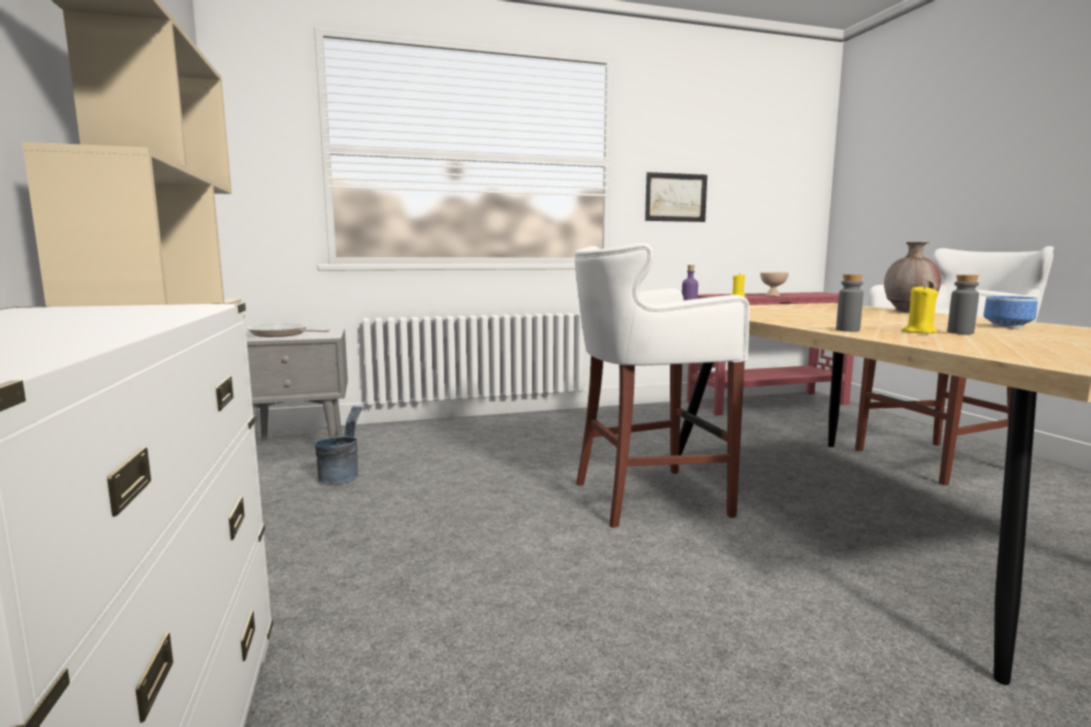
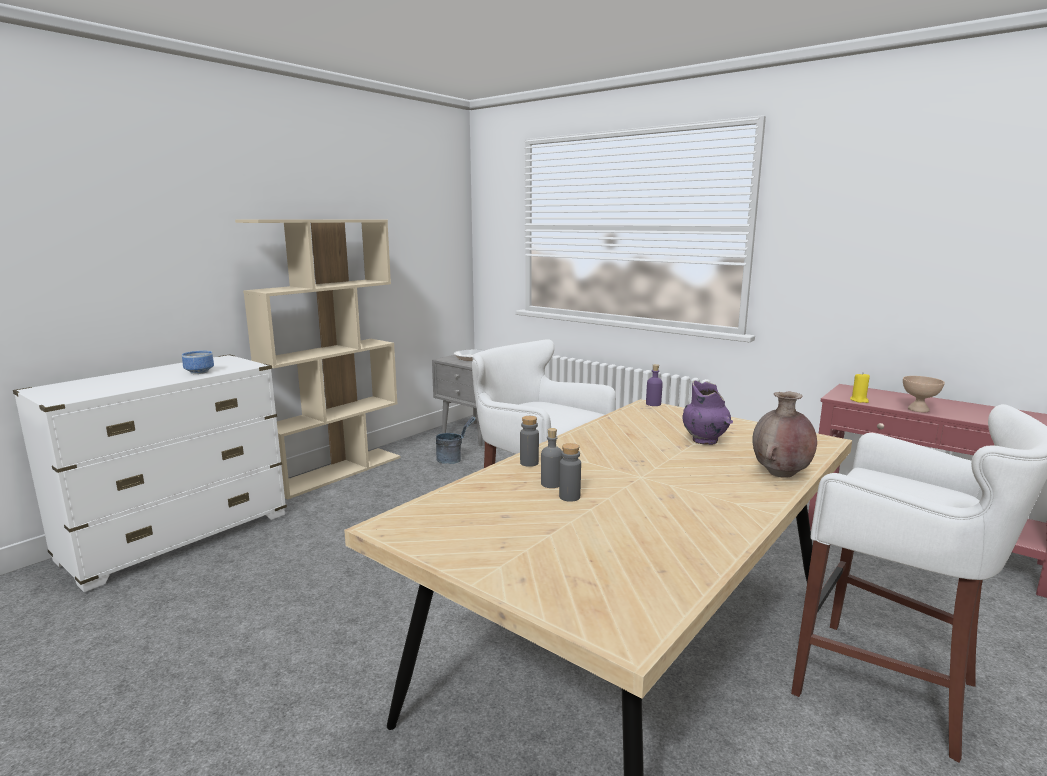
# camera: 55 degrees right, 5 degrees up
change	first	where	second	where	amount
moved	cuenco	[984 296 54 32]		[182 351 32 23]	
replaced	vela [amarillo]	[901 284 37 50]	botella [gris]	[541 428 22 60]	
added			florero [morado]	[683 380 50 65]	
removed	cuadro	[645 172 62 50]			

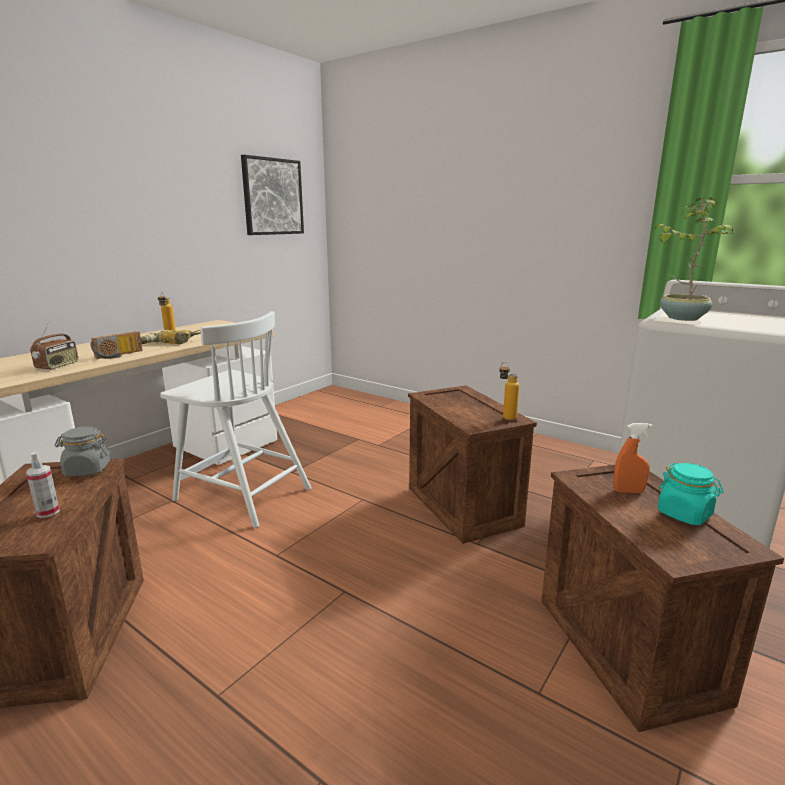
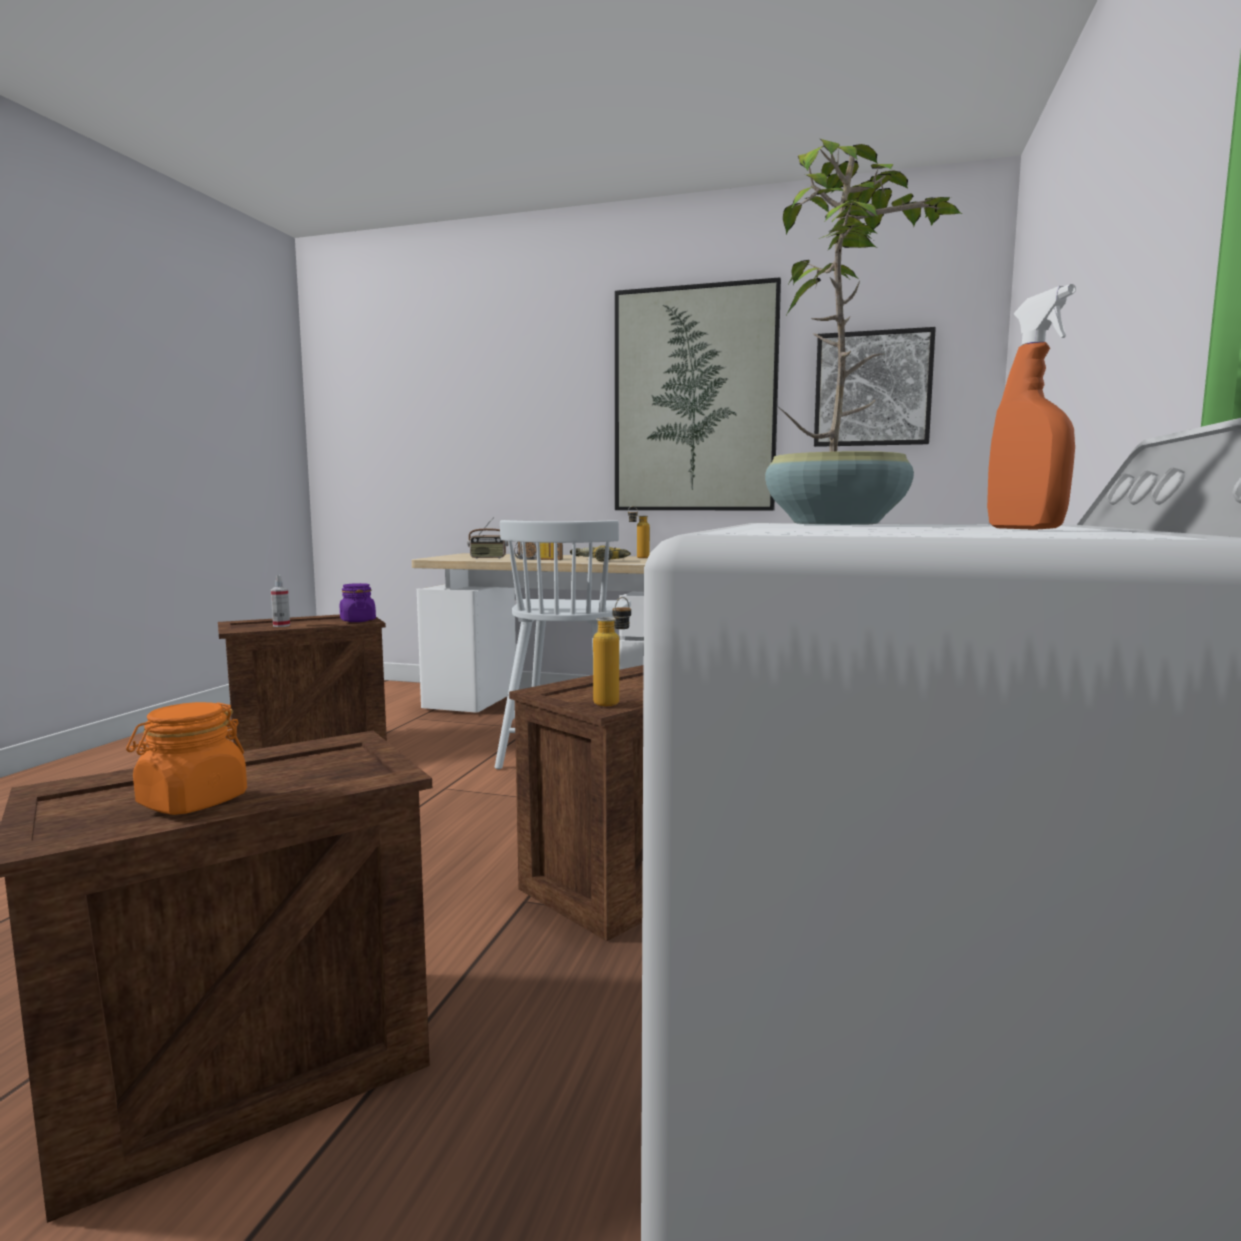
# camera: 70 degrees right, 10 degrees down
change	first	where	second	where	amount
recoloured	tarro [turquesa]	[658 463 65 62]	tarro [naranja]	[126 702 121 113]	
recoloured	tarro [gris]	[55 426 55 50]	tarro [morado]	[340 583 36 39]	
added			cuadro	[615 277 166 233]	
moved	pulverizador [naranja]	[613 423 40 70]		[987 284 89 246]	

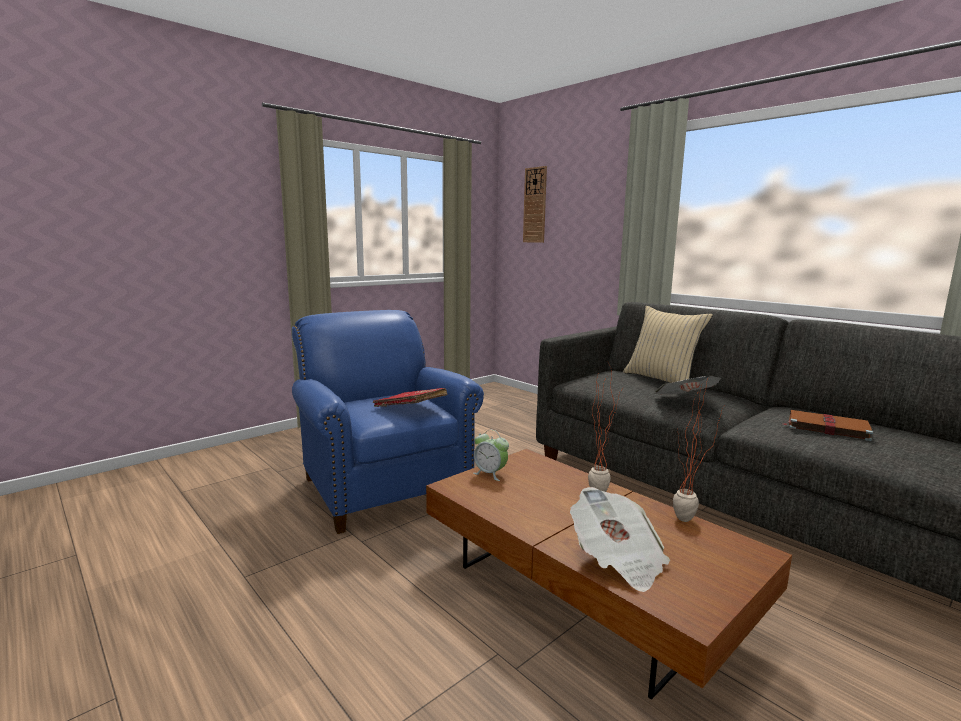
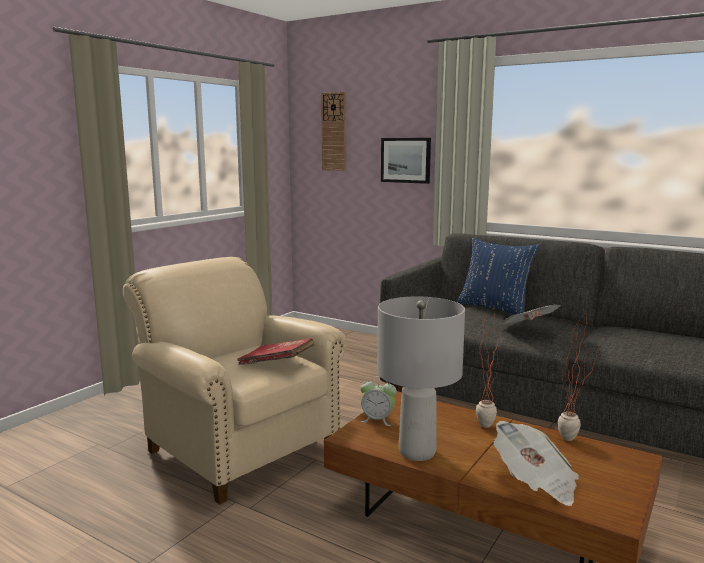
# camera: 15 degrees left, 0 degrees up
change	first	where	second	where	amount
recoloured	sillón [azul]	[292 310 192 224]	sillón [beis]	[123 257 224 248]	
added			lámpara de mesa [gris]	[377 297 88 164]	
added			cuadro	[381 138 50 46]	
recoloured	cojín [beis]	[623 306 90 77]	cojín [azul]	[456 237 85 78]	
removed	libro [marrón]	[783 410 90 31]			

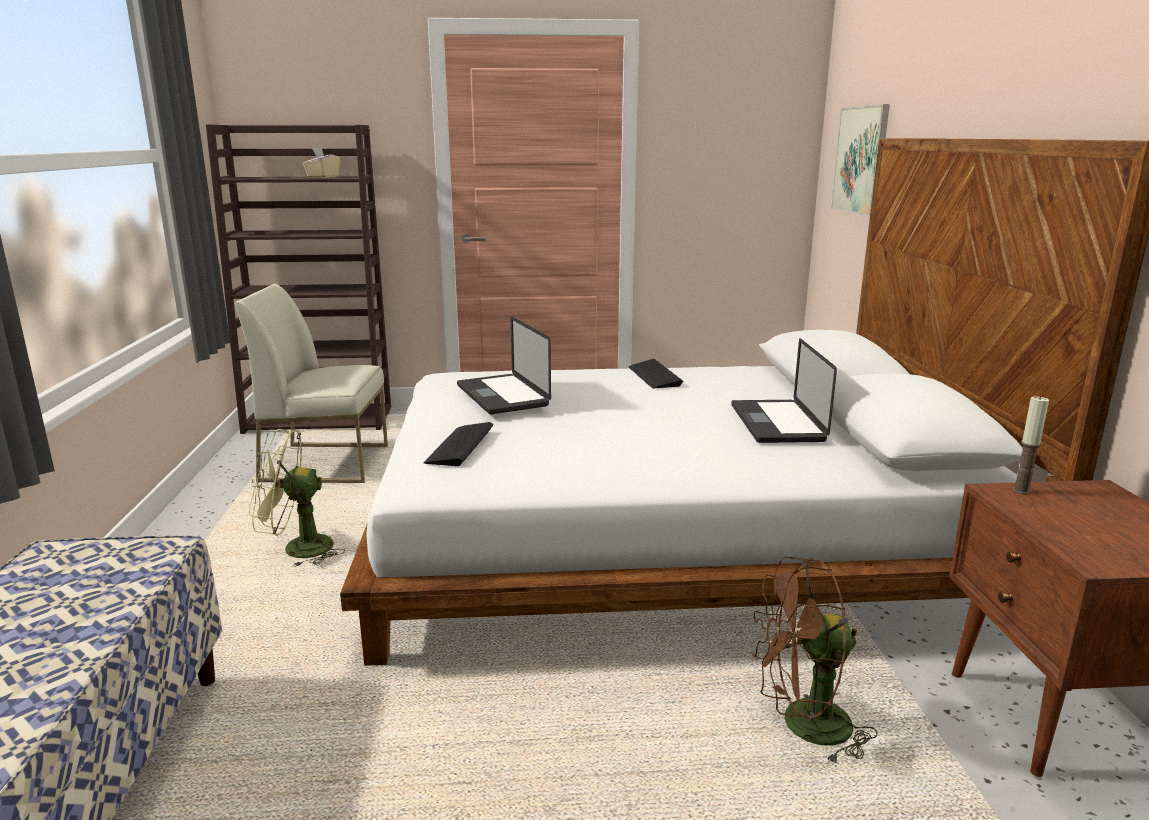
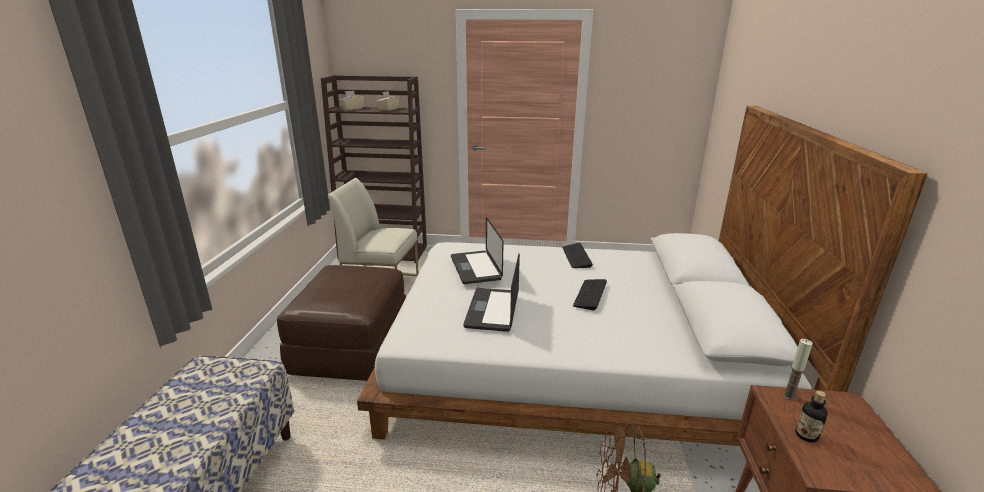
# camera: 10 degrees right, 5 degrees up
change	first	where	second	where	amount
replaced	ventilador [verde]	[249 429 96 138]	puf [marrón]	[277 265 129 116]	
added			caja de pañuelos [beis]	[339 91 25 19]	
moved	portátil	[731 338 106 105]		[463 254 57 78]	
moved	teclado	[423 422 70 44]		[573 279 34 32]	
added			botella	[795 391 33 52]	
removed	cuadro	[831 104 59 113]			

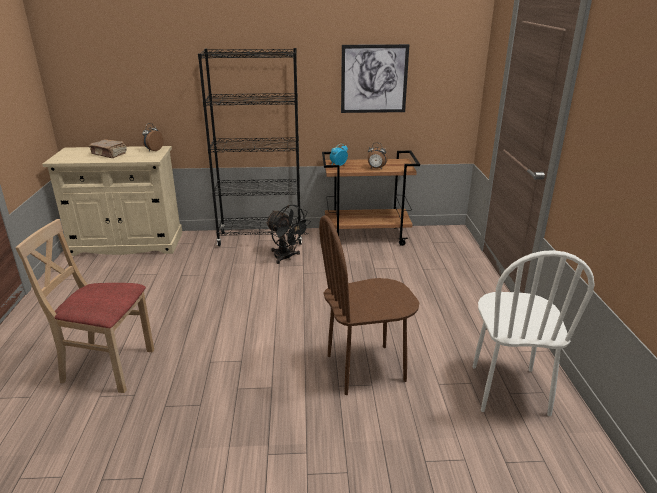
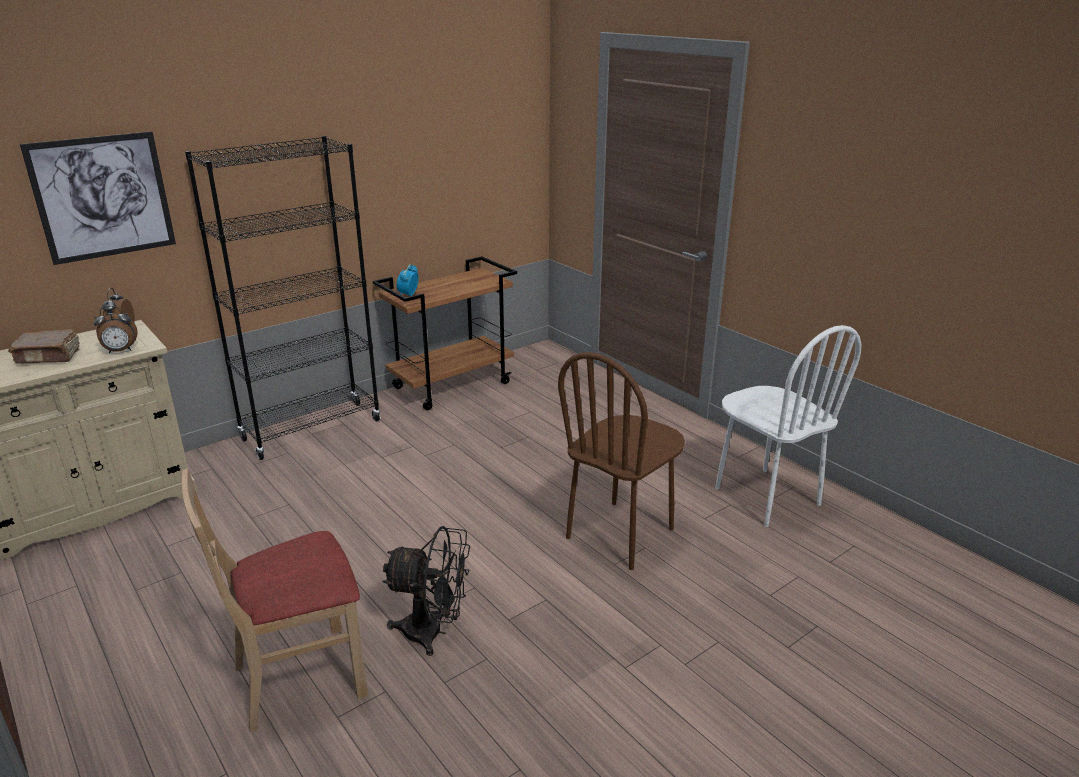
# camera: 35 degrees left, 0 degrees up
change	first	where	second	where	amount
moved	cuadro	[341 44 68 69]		[20 131 156 134]	
moved	despertador	[368 143 20 27]		[94 306 44 47]	
moved	ventilador [negro]	[265 205 46 59]		[382 526 88 130]	

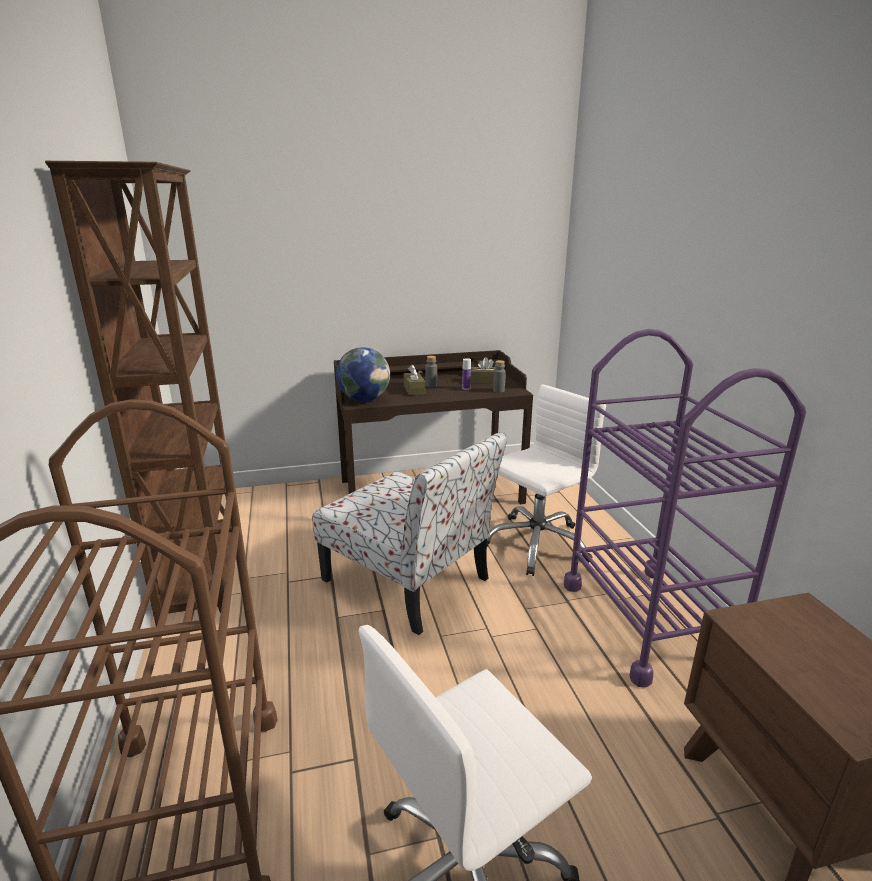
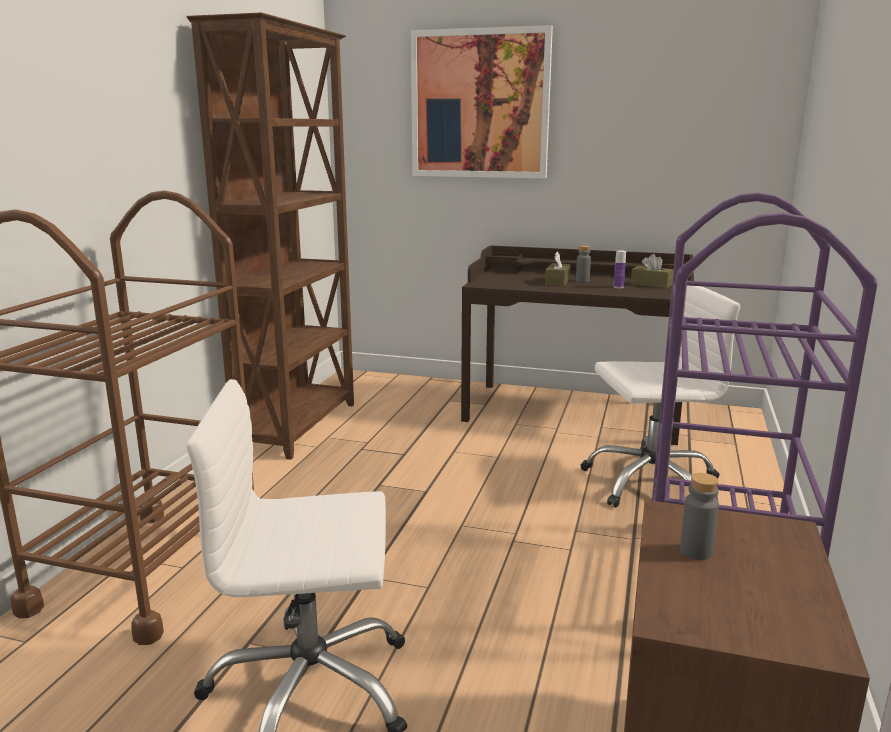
# camera: 30 degrees right, 5 degrees down
change	first	where	second	where	amount
added			cuadro	[411 25 142 153]	
moved	botella [gris]	[493 360 13 33]		[680 473 39 87]	
removed	silla	[312 432 195 203]			
removed	globo terráqueo	[336 347 54 54]			

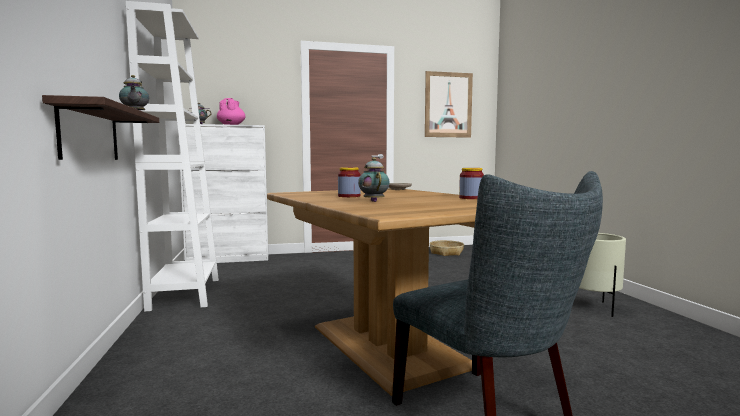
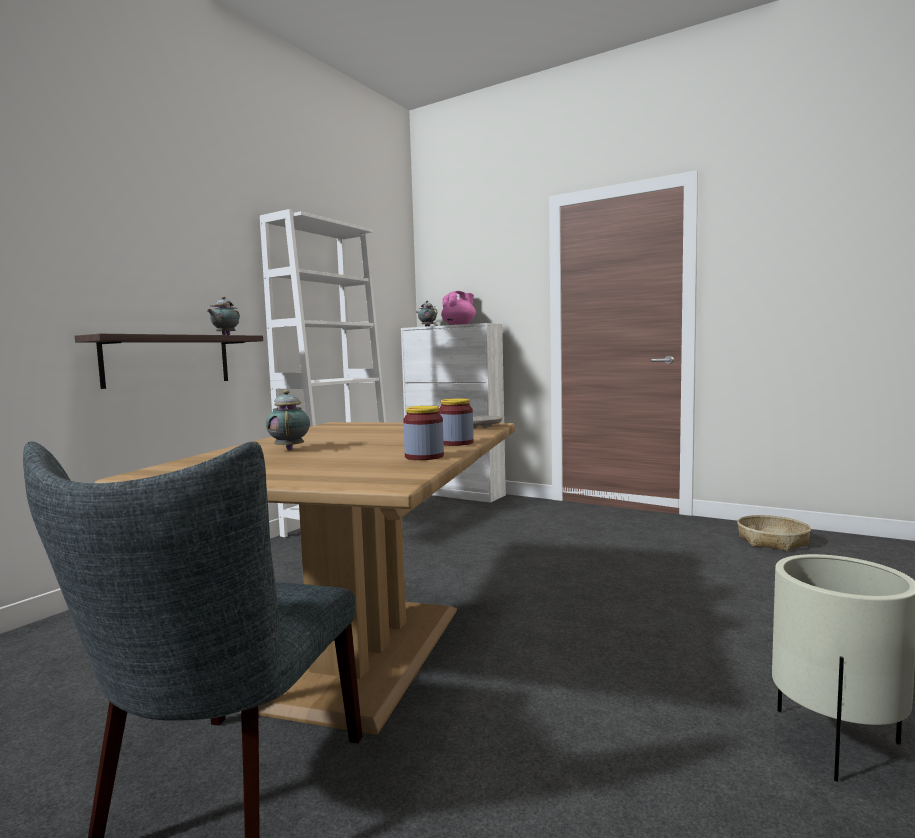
# camera: 45 degrees right, 0 degrees up
change	first	where	second	where	amount
turned	tetera	[358 158 32 44]		[266 390 44 60]	45 degrees counterclockwise
moved	tarro	[338 167 23 30]		[439 398 35 48]	
removed	cuadro	[425 71 48 67]			

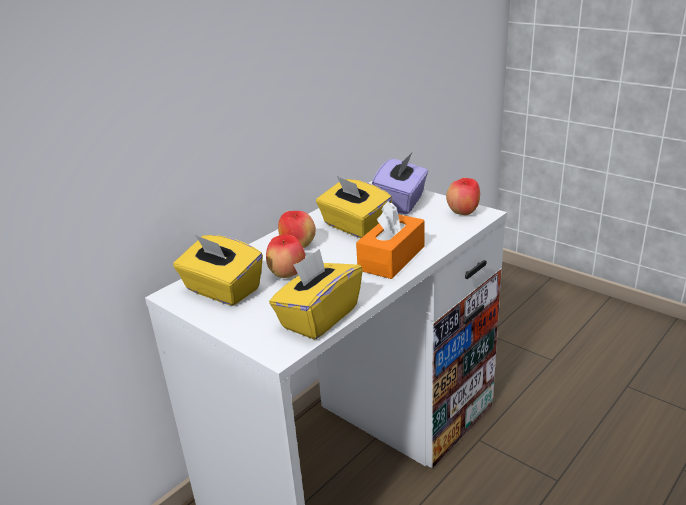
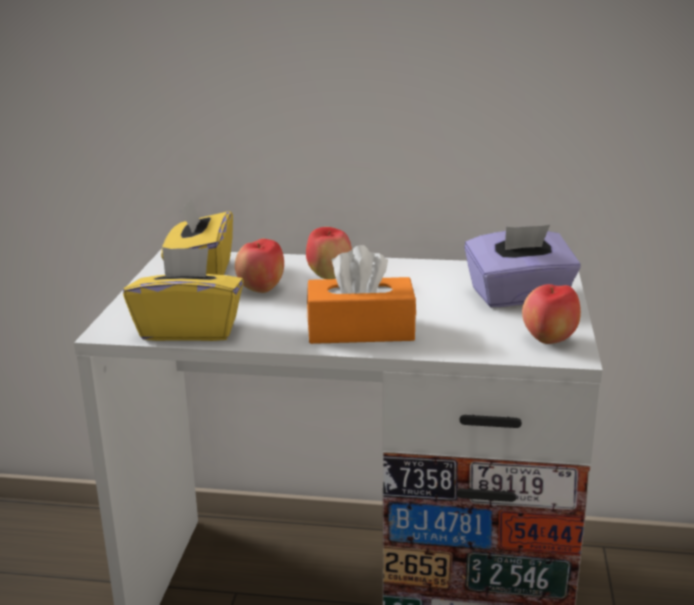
# camera: 55 degrees right, 5 degrees down
change	first	where	second	where	amount
removed	caja de pañuelos [amarillo]	[316 176 76 62]			

